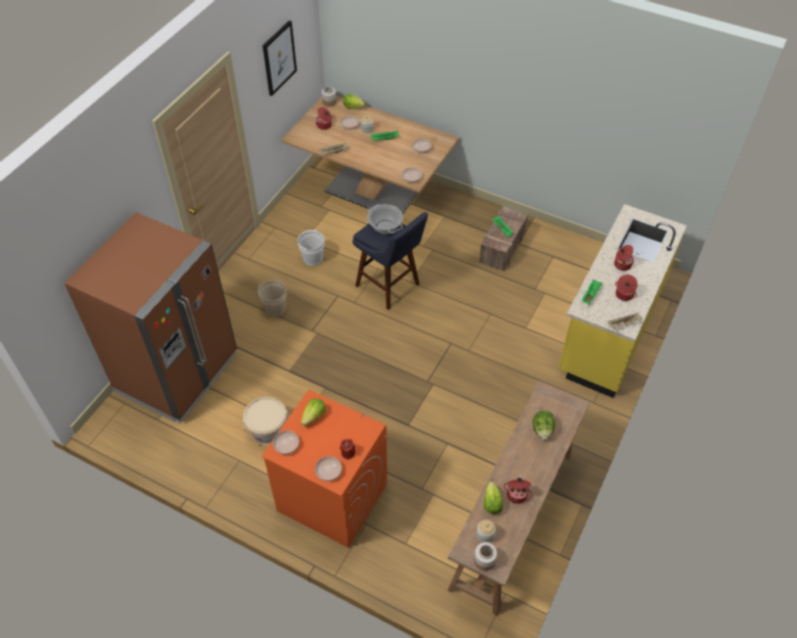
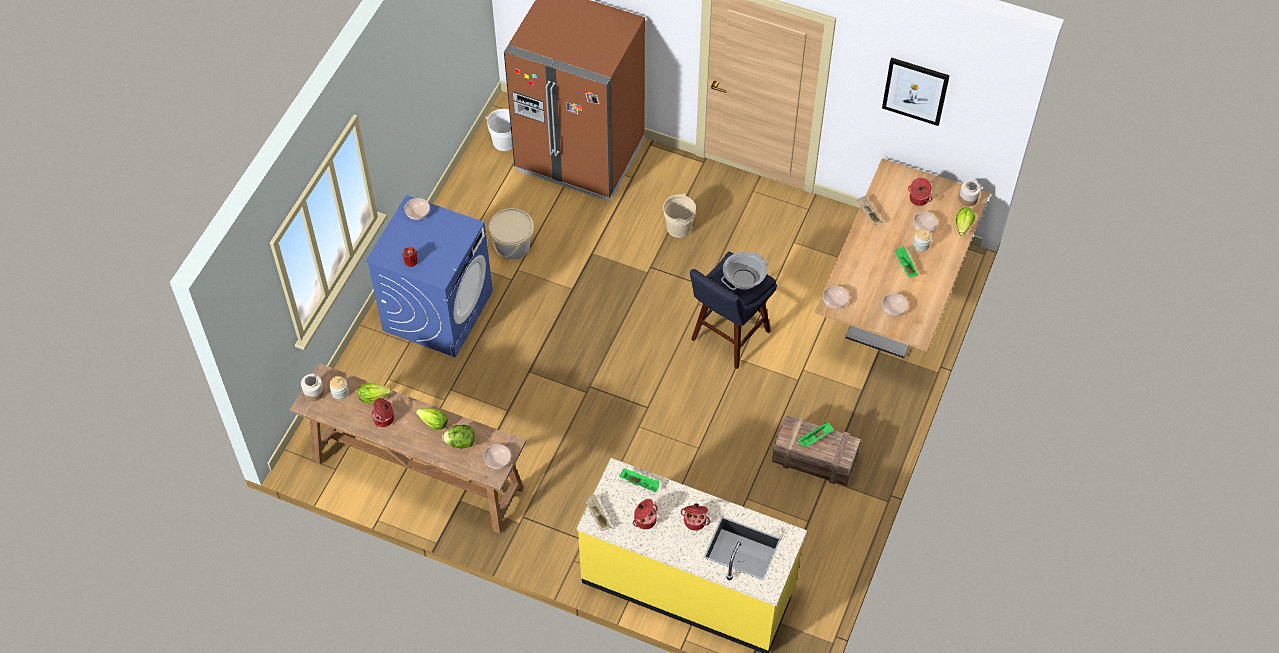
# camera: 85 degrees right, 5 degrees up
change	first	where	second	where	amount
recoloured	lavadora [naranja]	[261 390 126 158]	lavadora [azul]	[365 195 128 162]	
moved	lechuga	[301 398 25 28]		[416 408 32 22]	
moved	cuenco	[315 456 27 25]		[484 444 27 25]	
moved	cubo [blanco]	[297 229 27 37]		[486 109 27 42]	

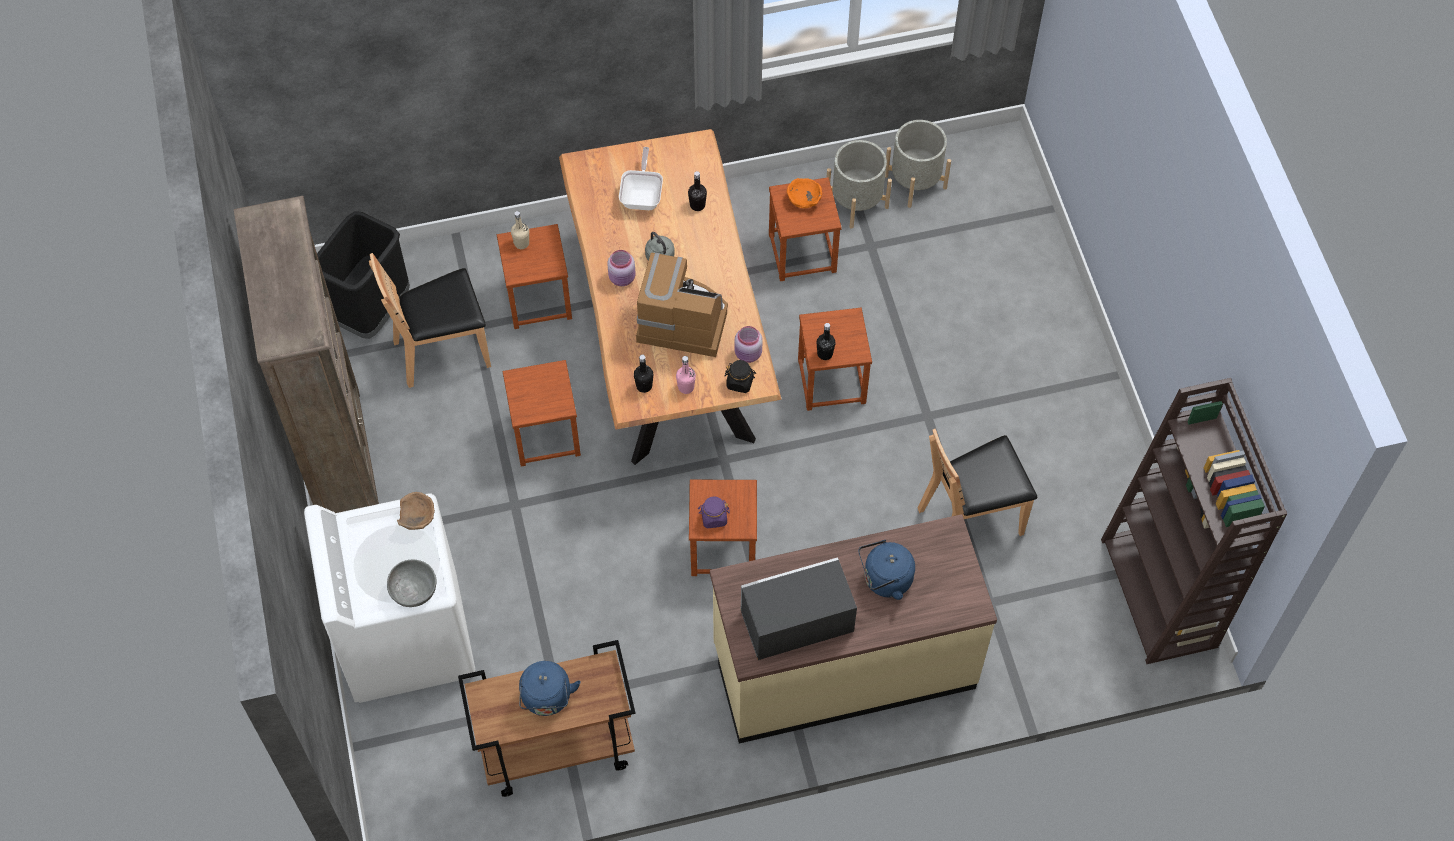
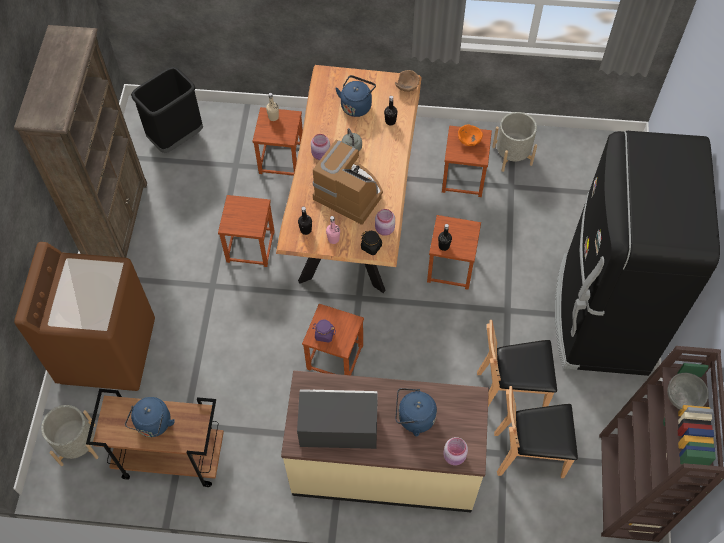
# camera: 20 degrees right, 0 degrees up
change	first	where	second	where	amount
recoloured	lavadora [blanco]	[304 494 171 209]	lavadora [marrón]	[14 242 141 149]	
moved	maceta [gris]	[885 120 66 88]		[41 405 58 61]	
replaced	sartén	[619 147 44 63]	hervidor [azul]	[335 75 41 42]	
moved	cuenco [marrón]	[397 492 38 38]		[395 70 25 22]	
added			tarro [rosa]	[443 437 25 29]	
moved	silla [marrón]	[369 253 122 135]		[494 386 84 92]	
added			nevera [negro]	[555 131 165 245]	
moved	cuenco [gris]	[387 560 50 47]		[667 373 42 37]	

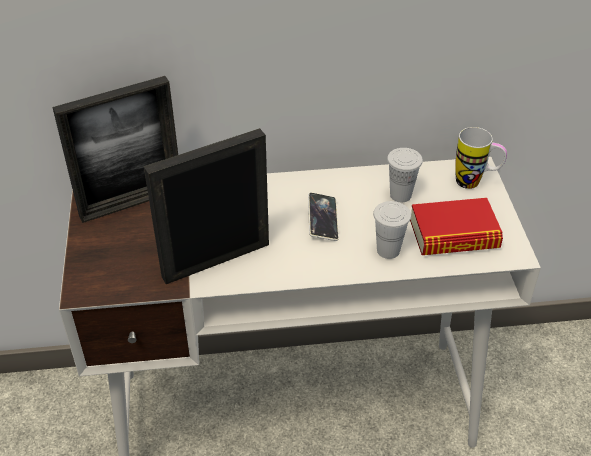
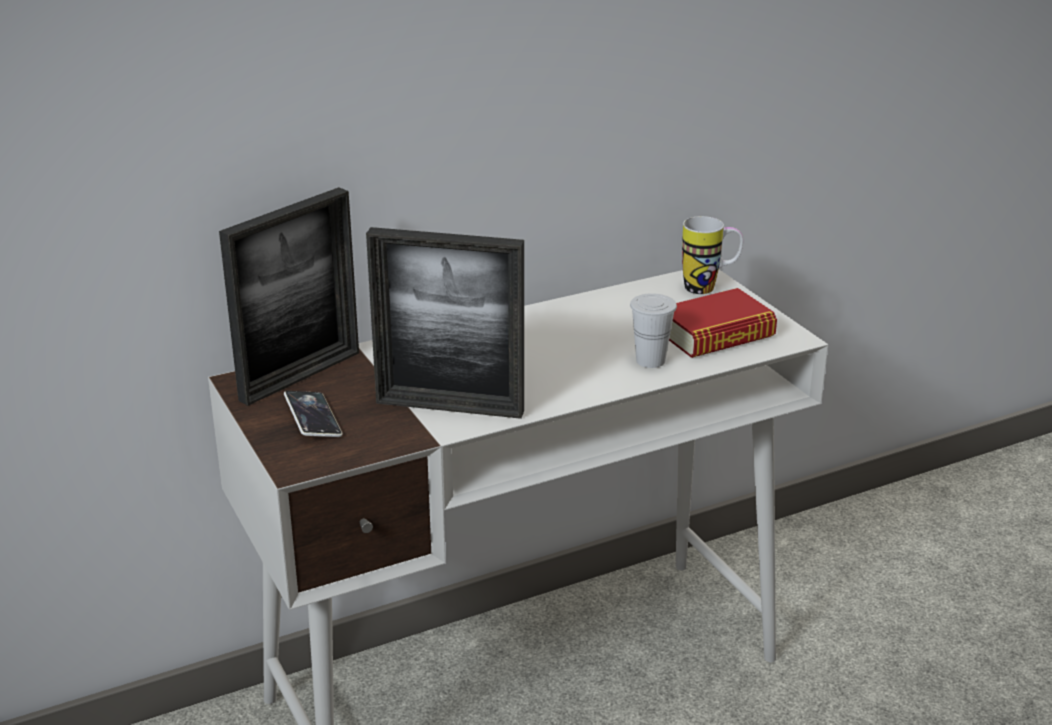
# camera: 20 degrees left, 15 degrees down
change	first	where	second	where	amount
moved	móvil	[308 193 31 48]		[284 391 58 46]	
turned	portarretratos	[144 128 125 156]		[366 227 158 192]	120 degrees counterclockwise
removed	taza [blanco]	[387 148 36 54]			

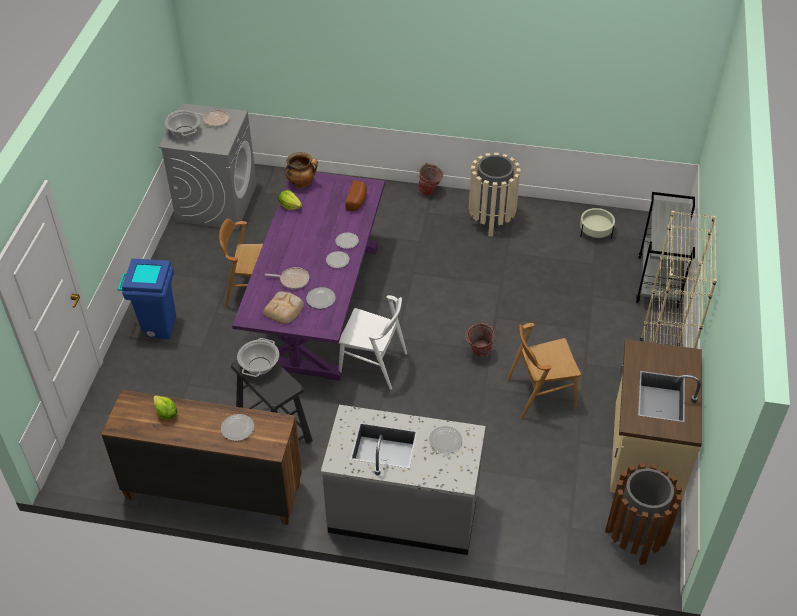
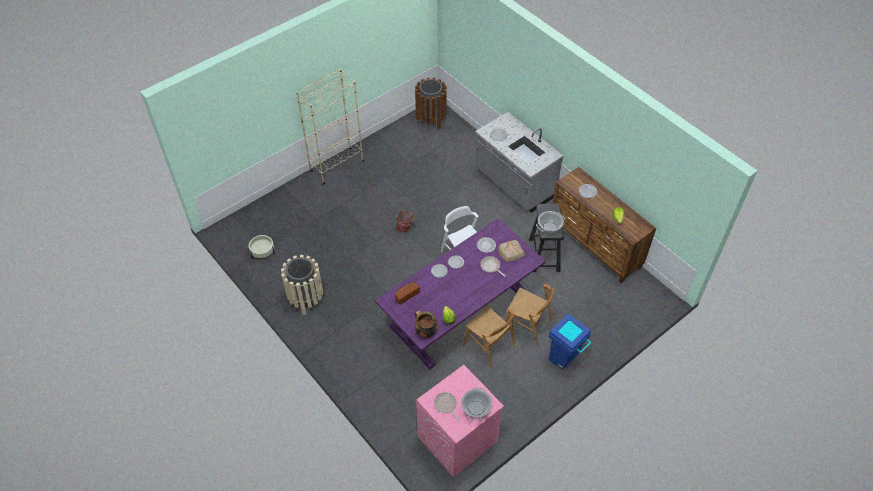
# camera: 140 degrees left, 5 degrees up
change	first	where	second	where	amount
recoloured	lavadora [gris]	[159 103 98 127]	lavadora [rosa]	[416 365 88 112]	
moved	silla [marrón]	[507 323 74 96]		[505 284 49 62]	
removed	cubo	[418 163 25 32]			
removed	mueble bajo de cocina [beis]	[610 339 92 163]			
removed	carrito [gris]	[636 192 59 116]			

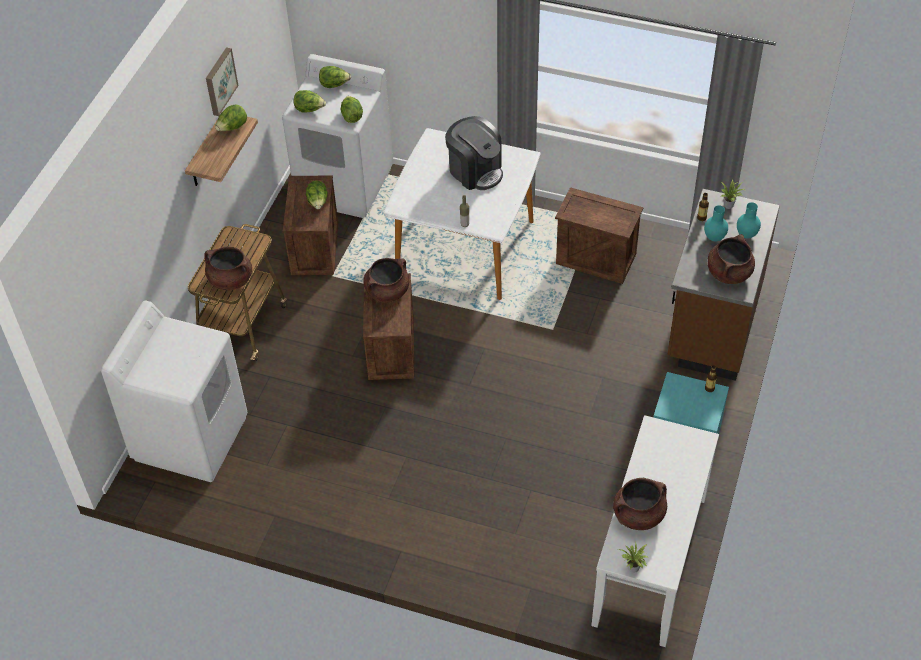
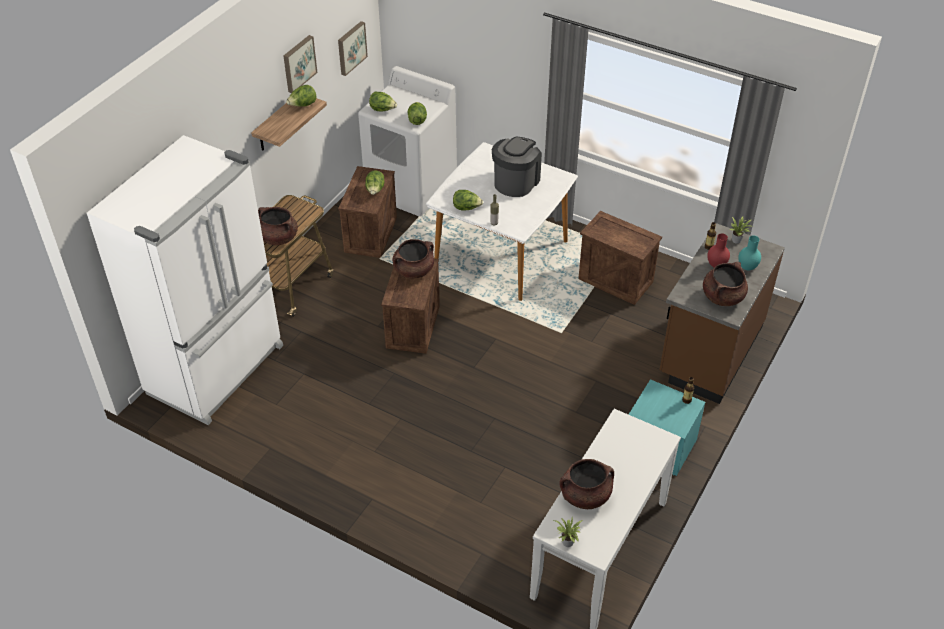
# camera: 10 degrees right, 5 degrees down
change	first	where	second	where	amount
replaced	lavadora [blanco]	[101 301 146 181]	nevera [blanco]	[87 135 196 290]	
added			cuadro	[338 21 30 55]	
moved	lechuga	[319 66 32 22]		[453 190 30 21]	
turned	cafetera	[445 116 58 74]		[492 137 50 60]	120 degrees counterclockwise
recoloured	florero [turquesa]	[704 205 24 36]	florero [rojo]	[707 233 23 35]	

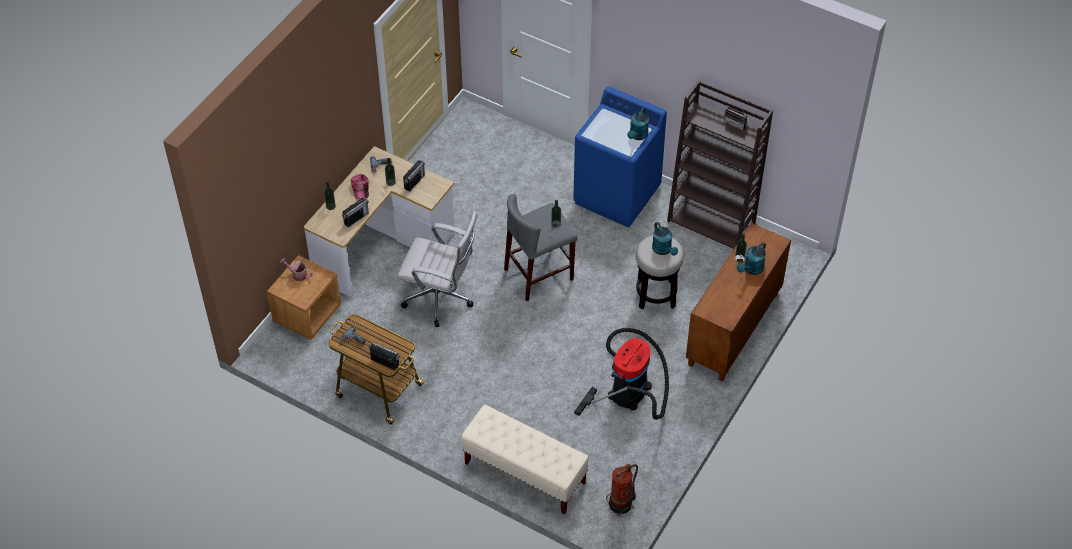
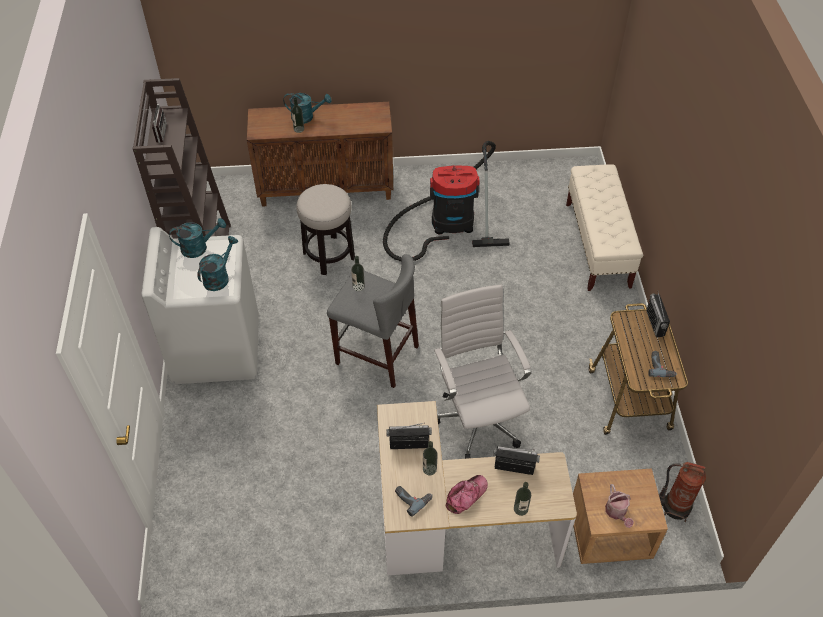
# camera: 125 degrees left, 0 degrees up
change	first	where	second	where	amount
recoloured	lavadora [azul]	[573 86 94 141]	lavadora [blanco]	[141 227 118 157]	
moved	regadera [turquesa]	[652 222 26 34]		[197 236 41 55]	
moved	extintor	[606 464 32 53]		[659 462 47 60]	

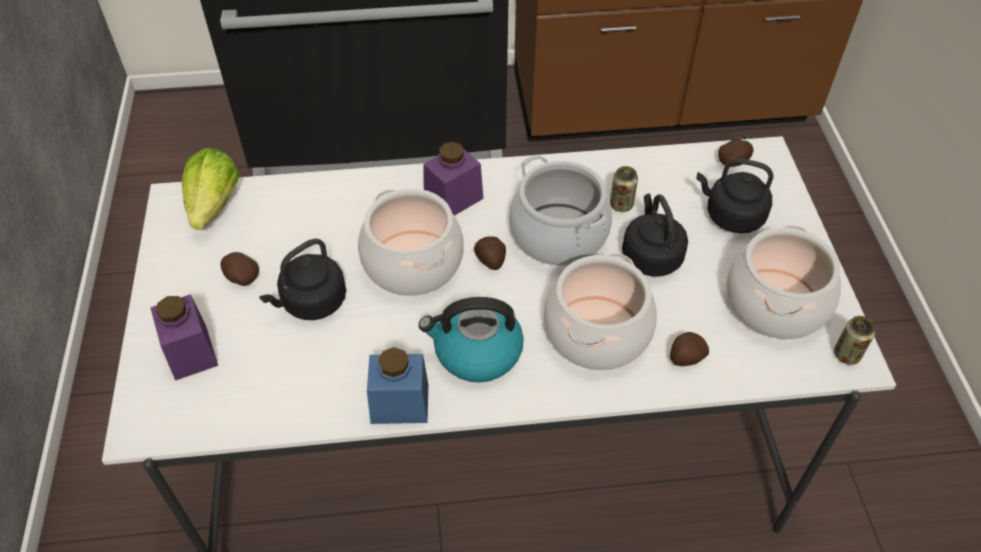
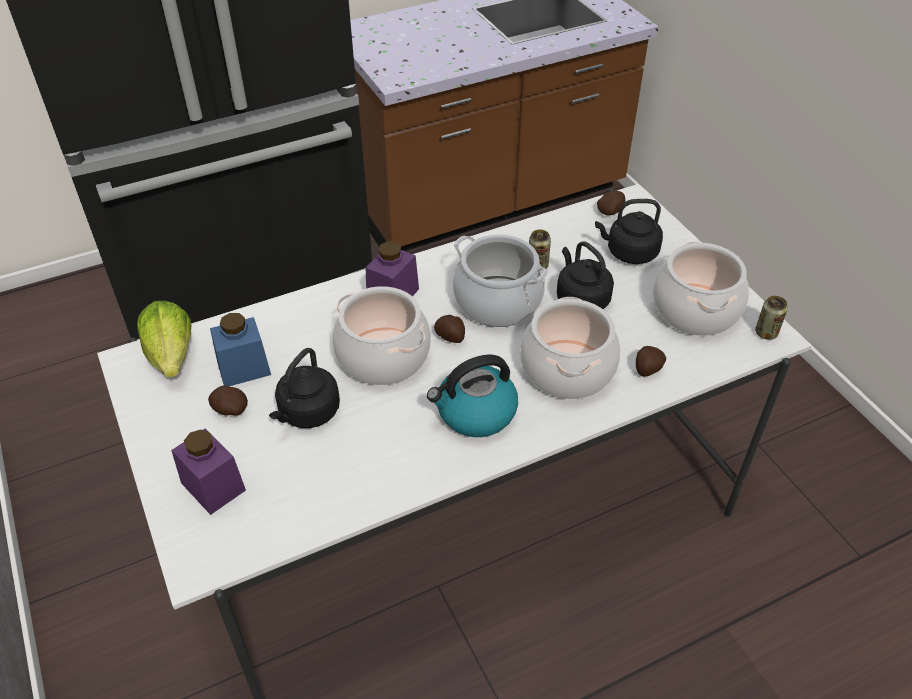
# camera: 20 degrees left, 5 degrees down
change	first	where	second	where	amount
moved	tarro [azul]	[367 347 61 77]		[210 313 61 73]	

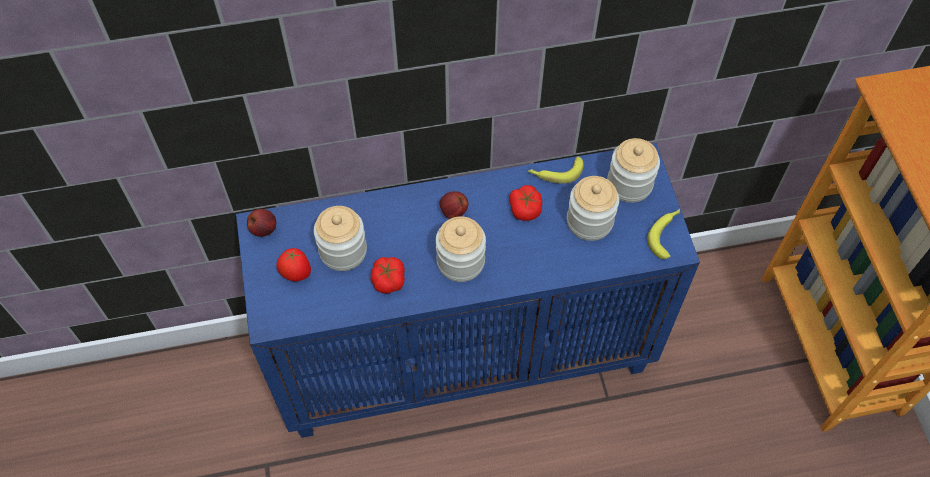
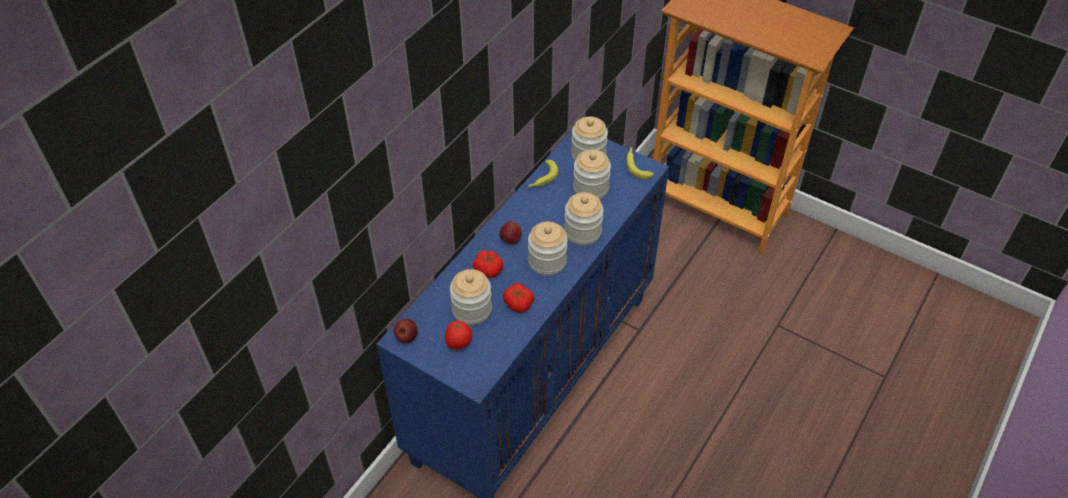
# camera: 45 degrees left, 10 degrees down
change	first	where	second	where	amount
moved	tomate	[509 185 33 36]		[473 250 30 28]	
added			tarro	[564 192 39 54]	

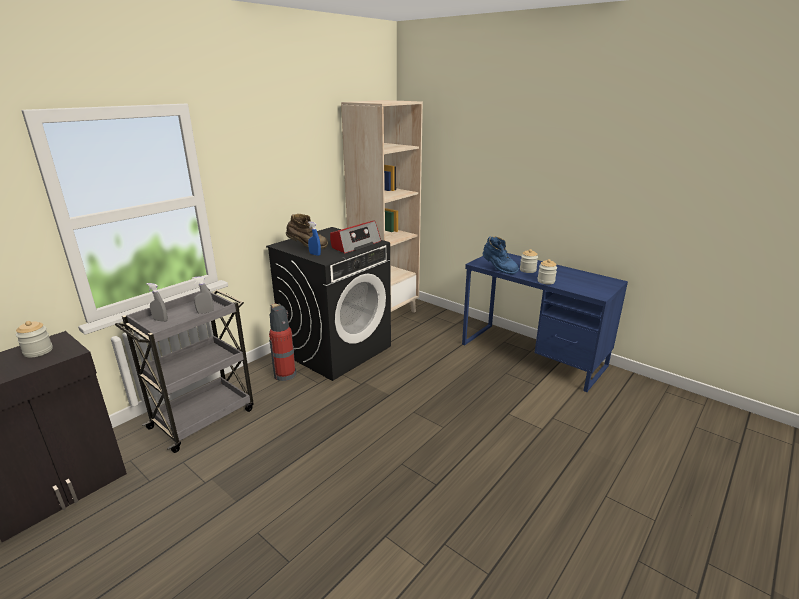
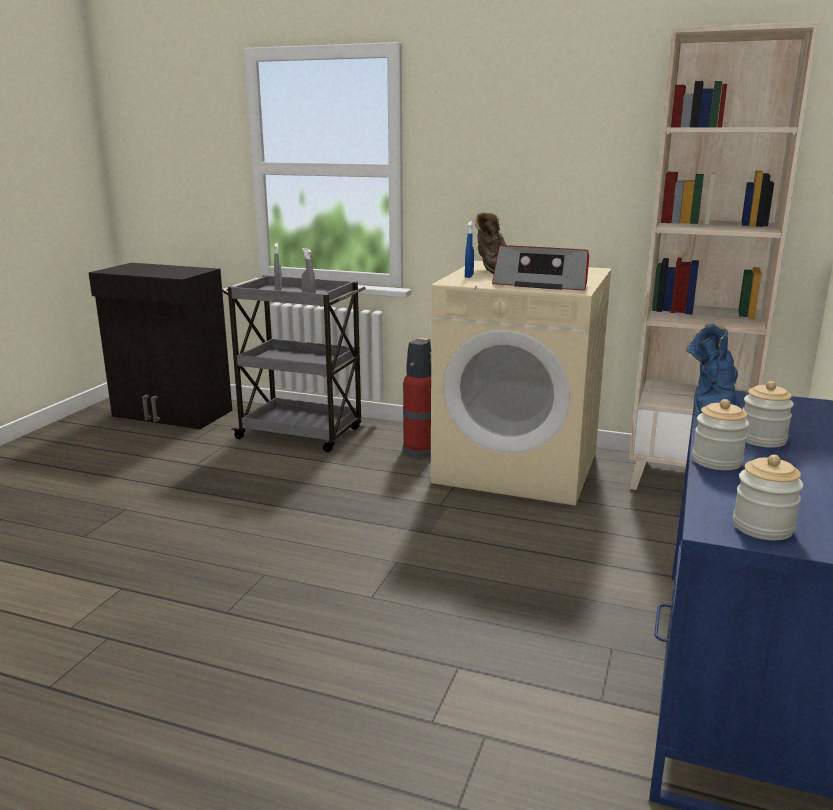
# camera: 70 degrees right, 5 degrees down
change	first	where	second	where	amount
recoloured	lavadora [negro]	[266 227 125 154]	lavadora [beis]	[431 261 181 245]	
moved	tarro	[16 321 37 37]		[733 455 70 85]	

